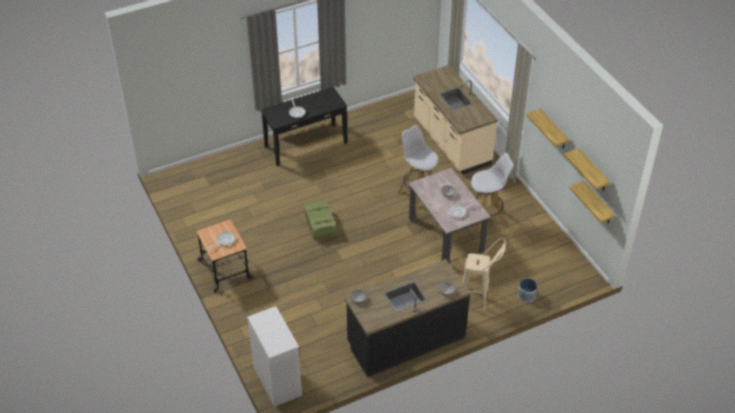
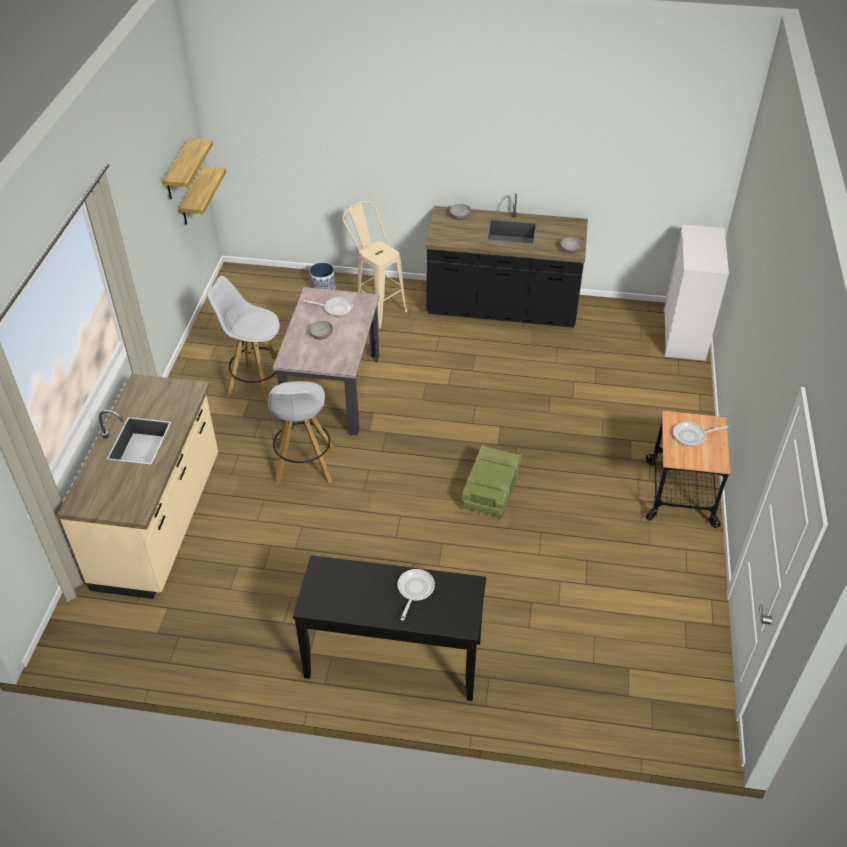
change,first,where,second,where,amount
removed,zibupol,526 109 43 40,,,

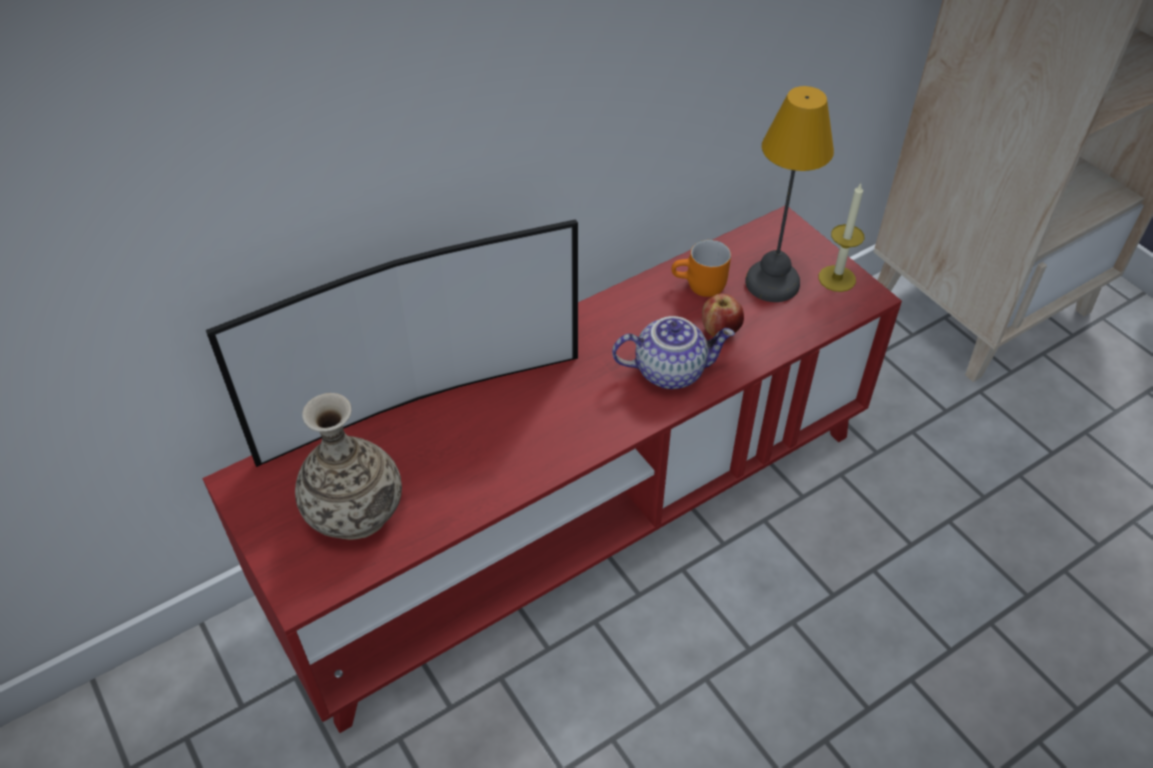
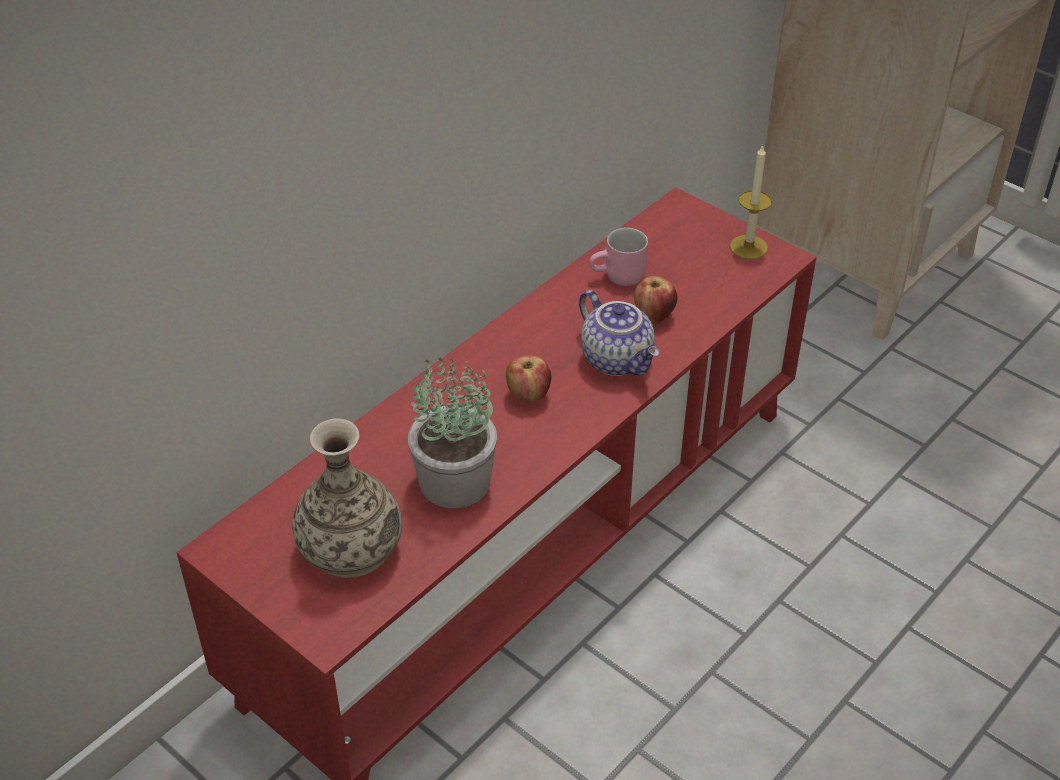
change,first,where,second,where,amount
removed,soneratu,206 219 372 248,,,
removed,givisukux,745 86 89 216,,,
added,,,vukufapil,408 358 89 150,
added,,,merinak,506 355 45 49,
recoloured,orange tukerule,672 240 59 57,pink tukerule,589 228 59 58,
turned,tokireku,612 316 123 73,,579 290 81 86,75 degrees clockwise

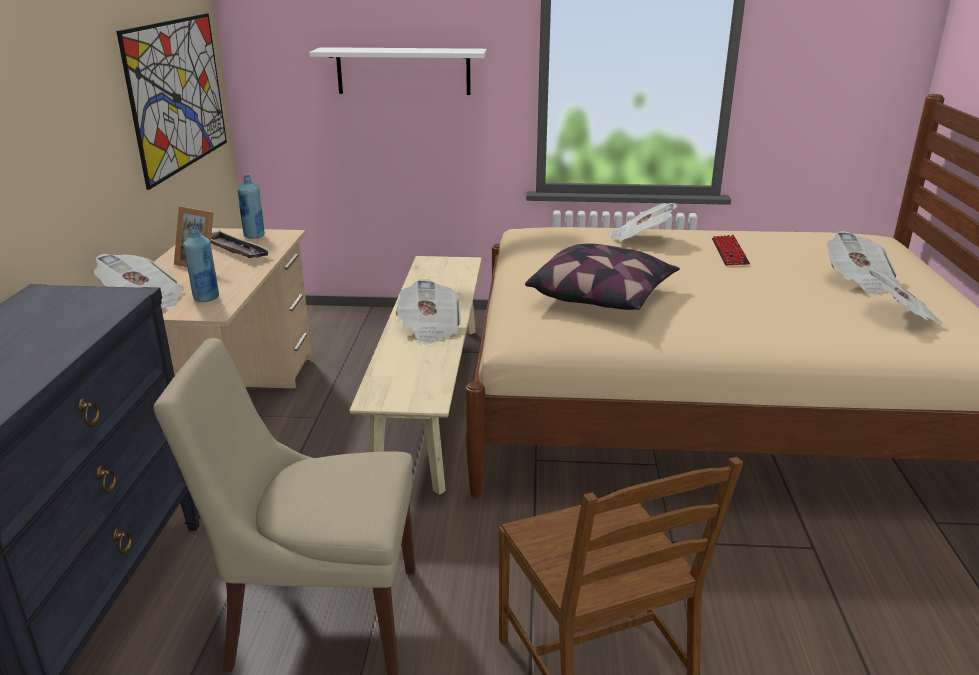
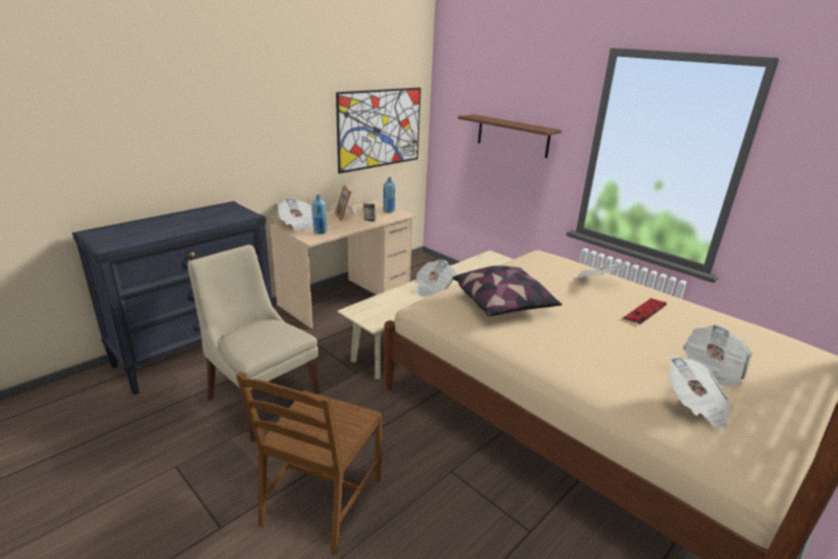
change,first,where,second,where,amount
recoloured,white zibupol,309 47 178 48,brown zibupol,458 114 104 44,

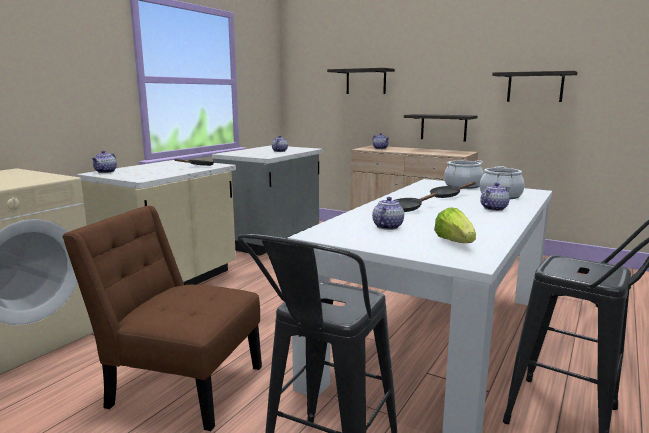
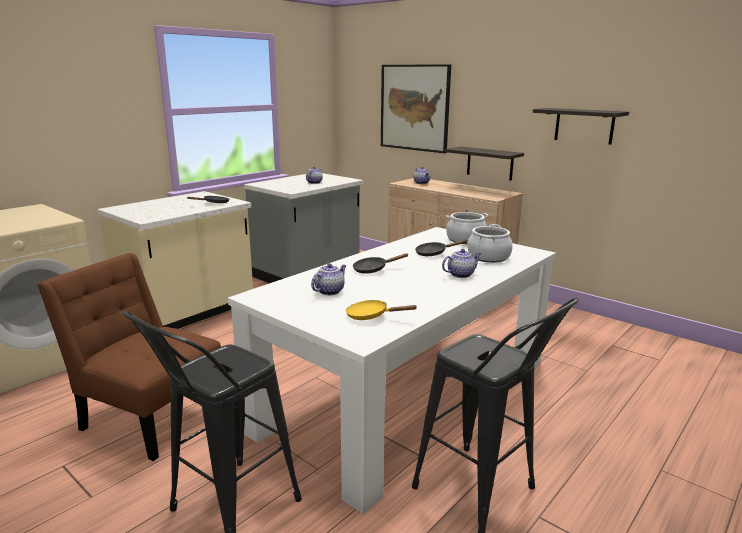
change,first,where,second,where,amount
removed,tokireku,92 151 25 22,,,
replaced,zibupol,327 68 68 26,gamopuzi,381 64 70 89,
replaced,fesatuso,434 207 42 36,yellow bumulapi,346 300 72 20,

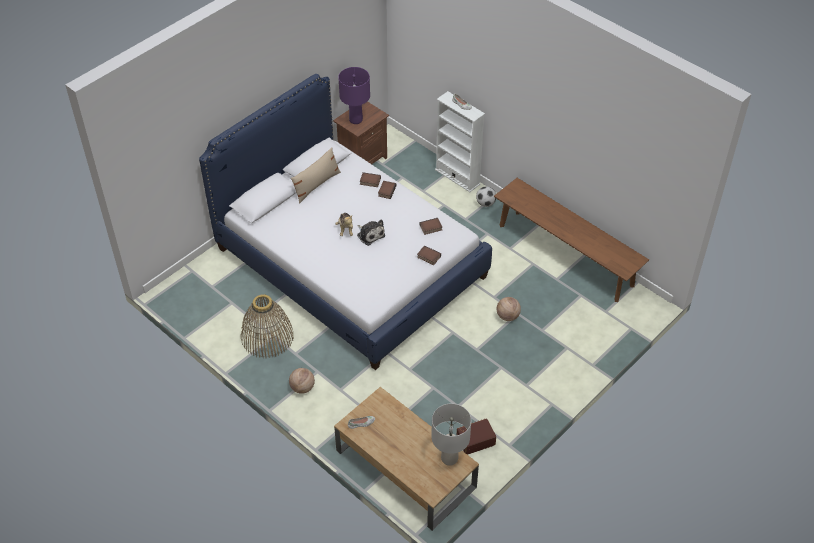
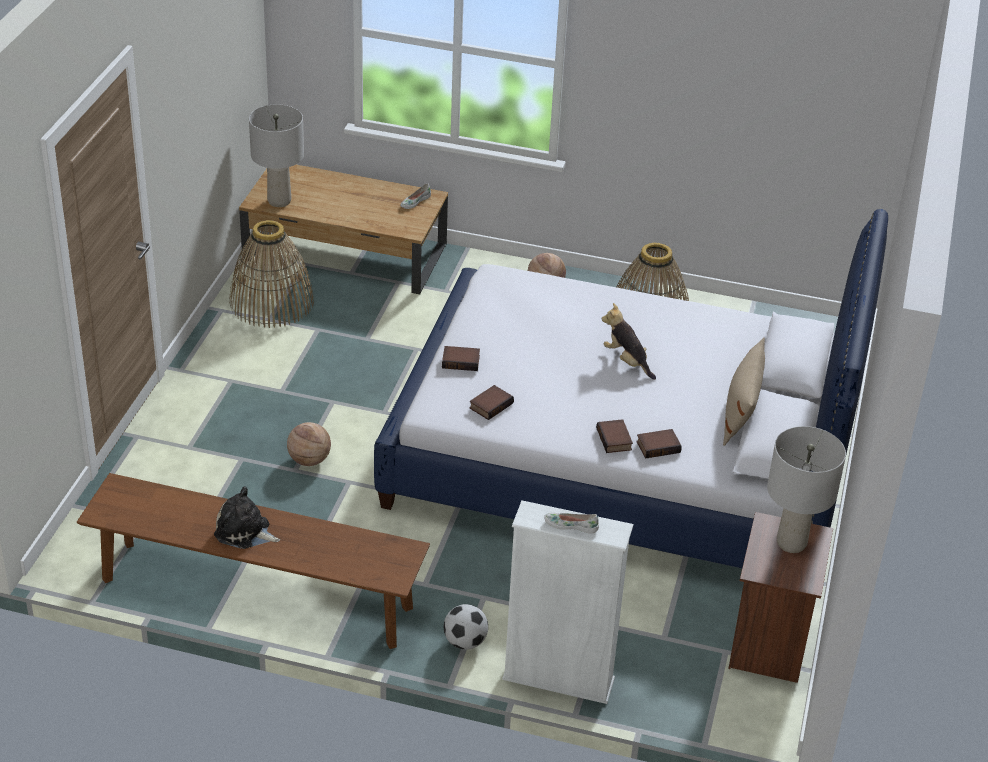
change,first,where,second,where,amount
moved,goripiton,357 220 28 26,,214 486 66 63,
replaced,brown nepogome,456 418 40 37,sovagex,229 220 85 108,
recoloured,purple givisukux,338 67 32 57,grey givisukux,767 426 79 127,

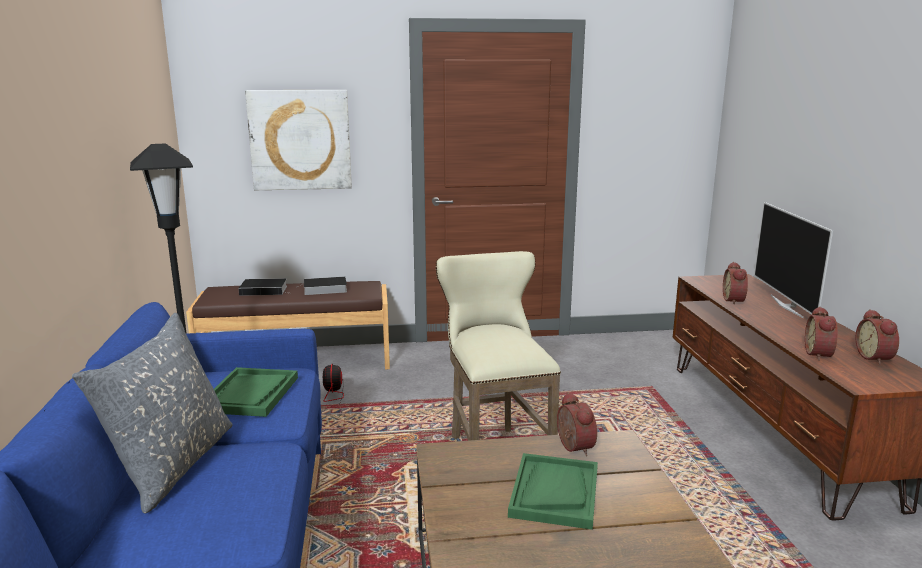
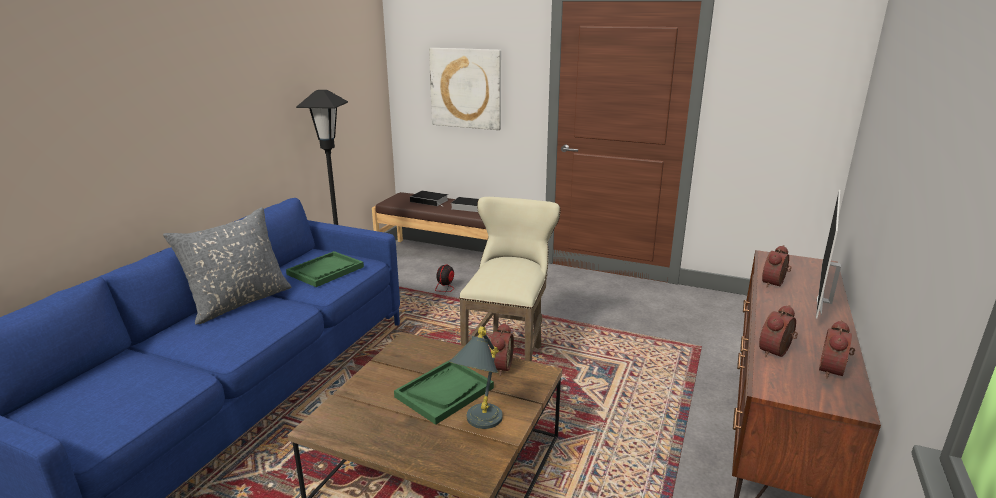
change,first,where,second,where,amount
added,,,grey givisukux,448 326 55 103,

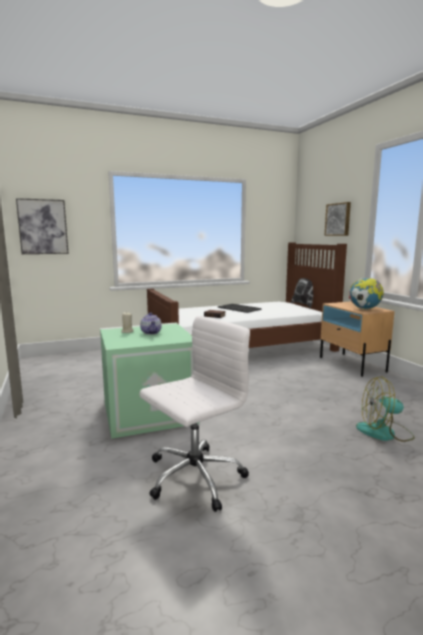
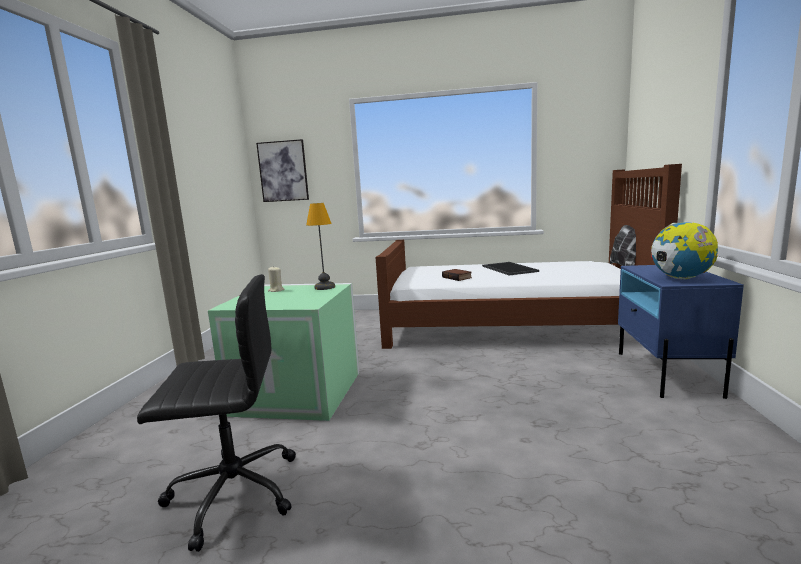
change,first,where,second,where,amount
removed,tokireku,140 313 22 22,,,
removed,gamopuzi,325 202 26 34,,,
removed,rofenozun,356 376 59 66,,,
added,,,givisukux,306 203 29 87,
recoloured,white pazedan,140 316 110 196,black pazedan,137 274 159 278,
recoloured,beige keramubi,320 301 75 76,blue keramubi,618 265 126 134,

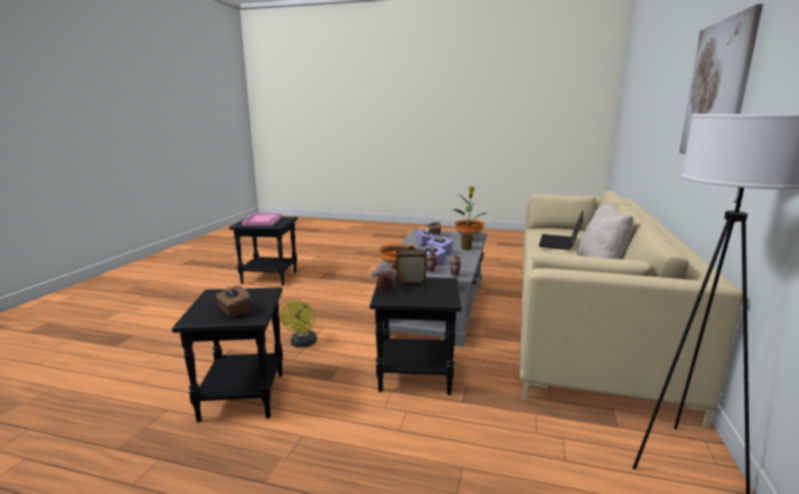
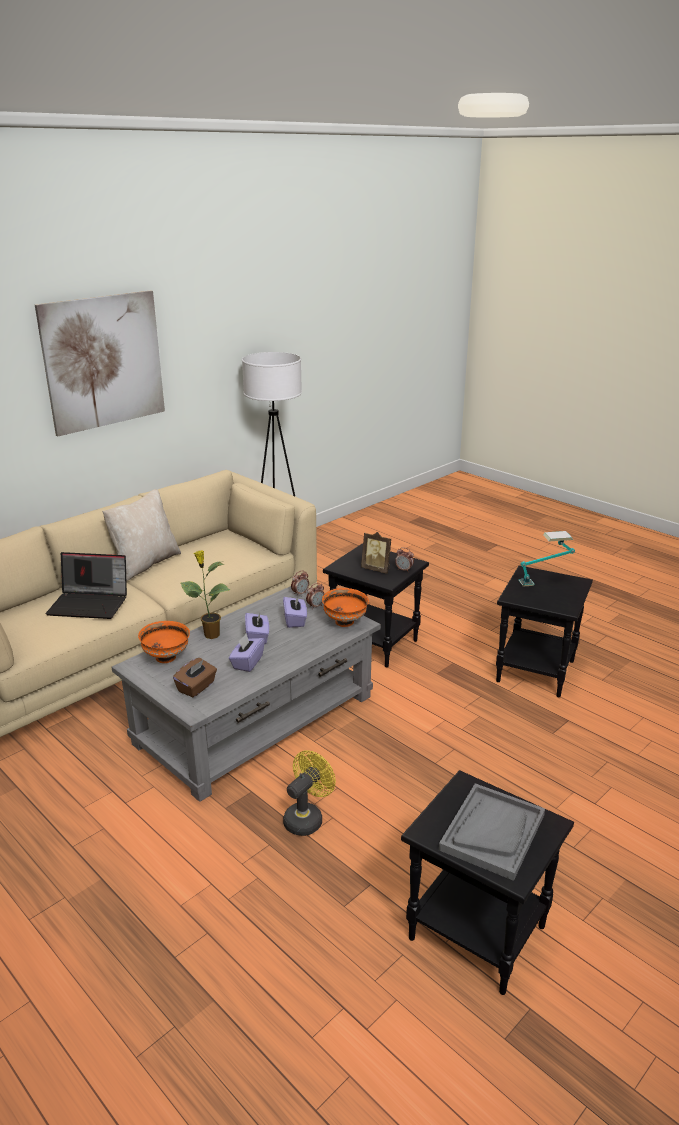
change,first,where,second,where,amount
moved,yellow rofenozun,280 300 37 47,,283 750 53 86,
replaced,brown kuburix,216 284 35 34,givisukux,519 531 56 56,
recoloured,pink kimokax,242 213 40 13,grey kimokax,439 783 106 98,
turned,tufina,539 211 44 39,,45 552 82 67,45 degrees clockwise

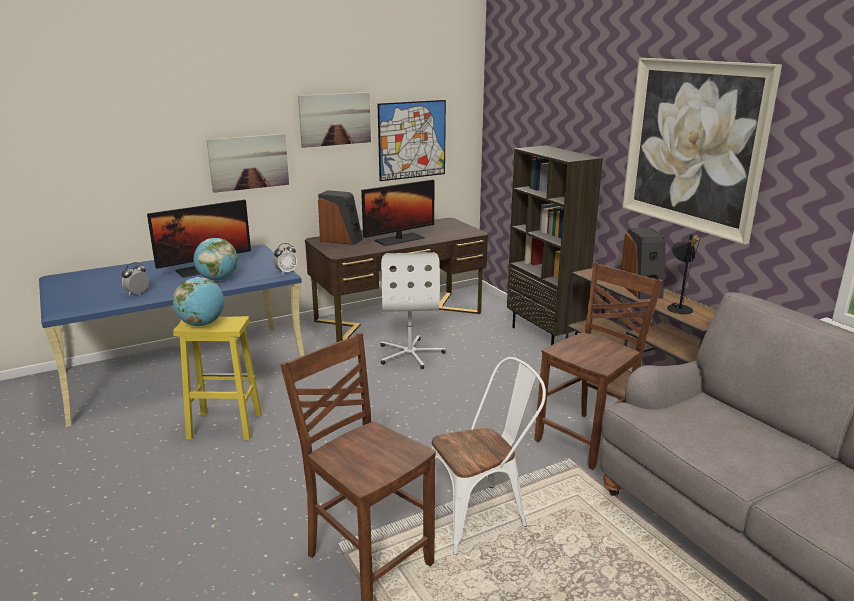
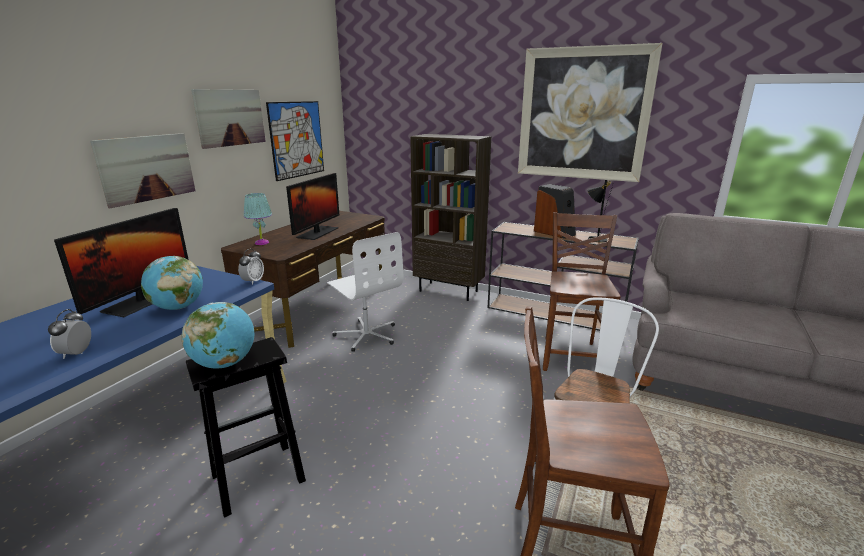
change,first,where,second,where,amount
replaced,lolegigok,318 190 45 55,turquoise givisukux,244 193 28 52,
recoloured,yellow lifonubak,173 316 89 124,black lifonubak,186 337 120 181,

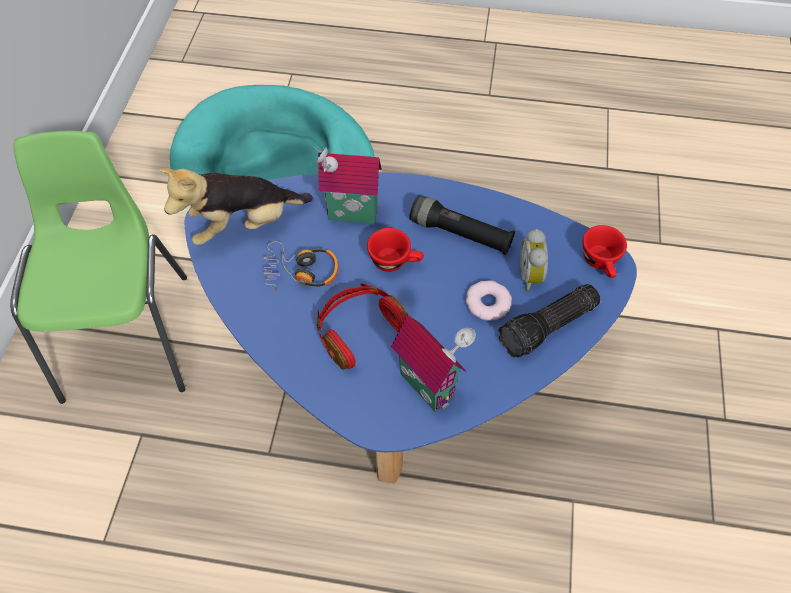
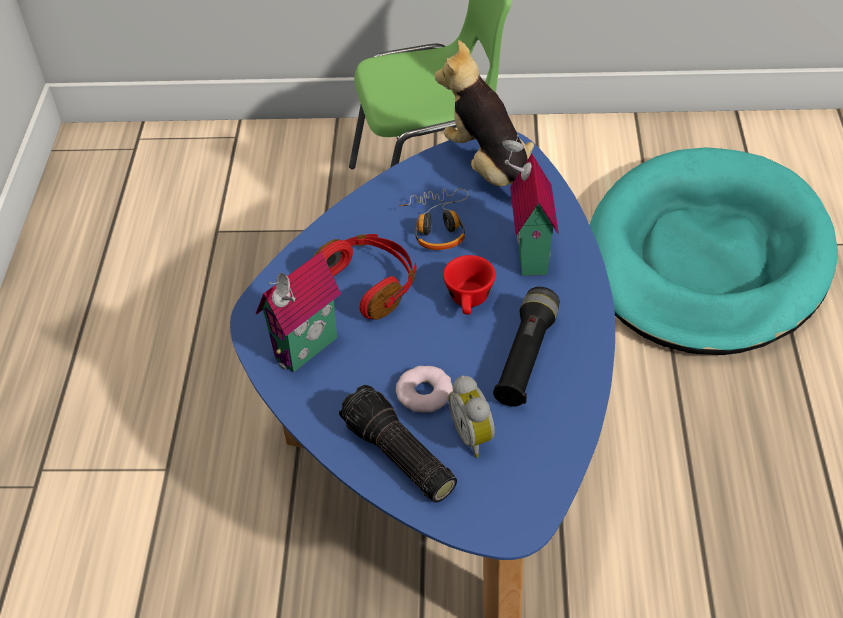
change,first,where,second,where,amount
removed,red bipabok,583 225 44 53,,,
turned,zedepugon,520 229 28 62,,448 376 47 81,105 degrees counterclockwise

